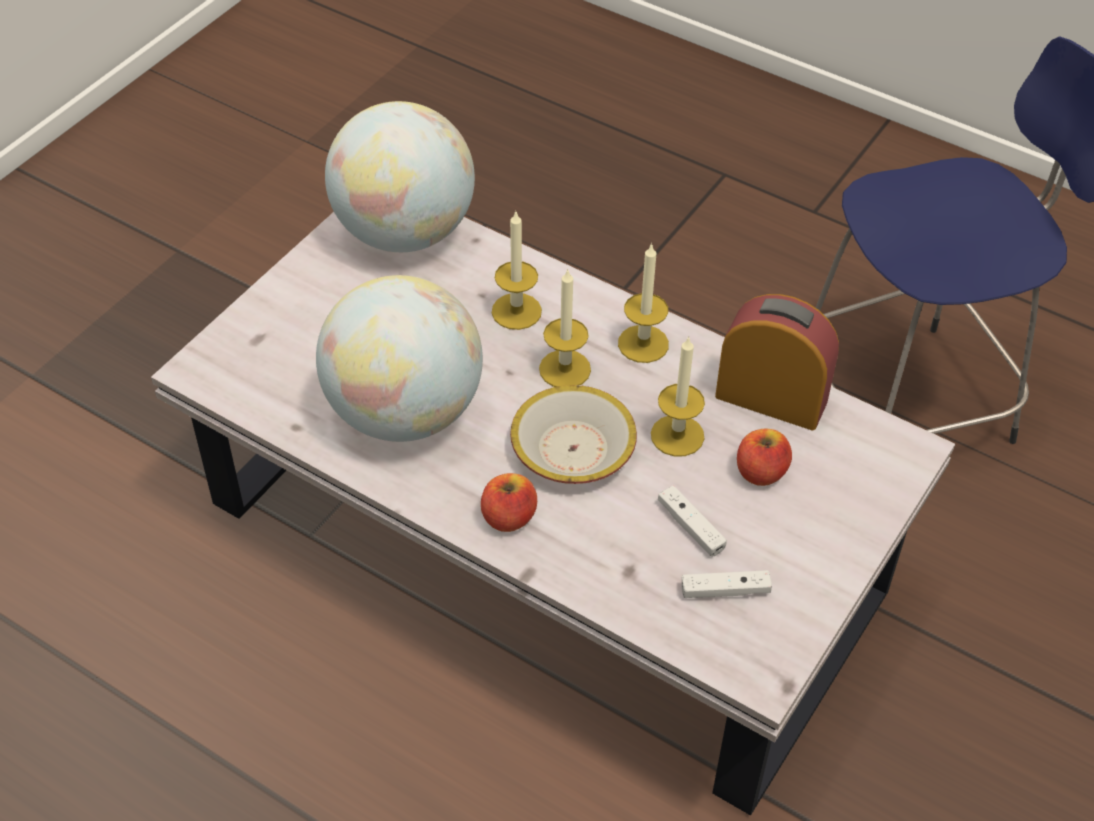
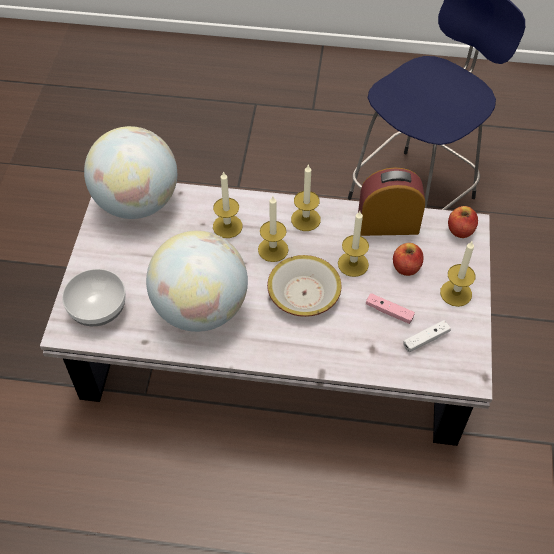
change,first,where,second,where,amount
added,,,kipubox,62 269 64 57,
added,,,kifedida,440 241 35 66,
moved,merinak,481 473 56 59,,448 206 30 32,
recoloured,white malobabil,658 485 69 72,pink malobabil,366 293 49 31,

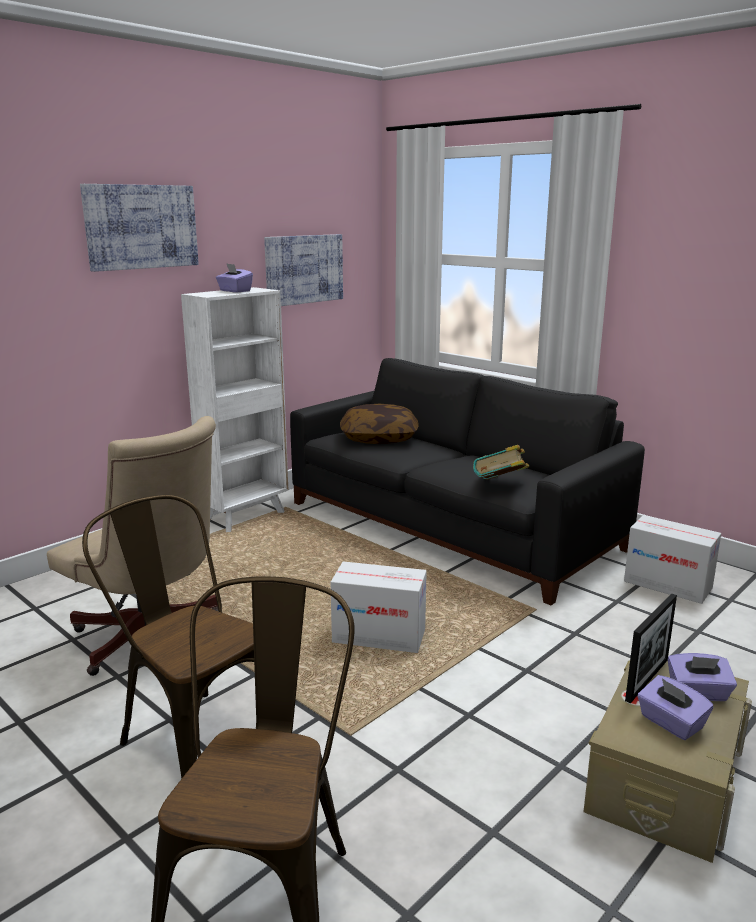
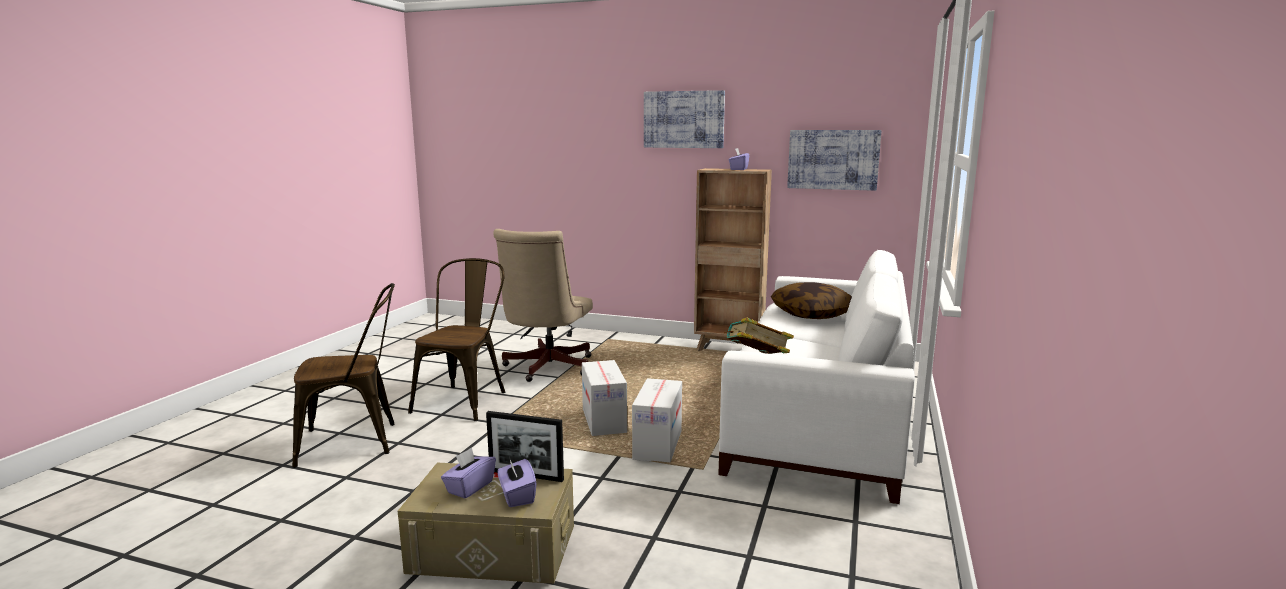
change,first,where,second,where,amount
moved,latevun,624 515 97 89,,632 378 50 84,
recoloured,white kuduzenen,181 287 108 245,brown kuduzenen,694 168 78 183,
recoloured,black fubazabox,290 358 355 247,white fubazabox,719 250 196 254,

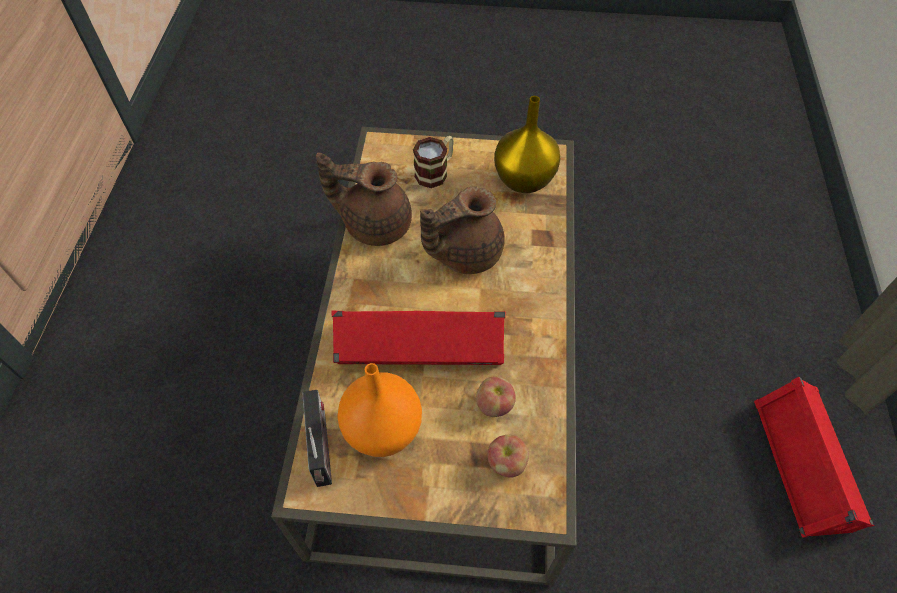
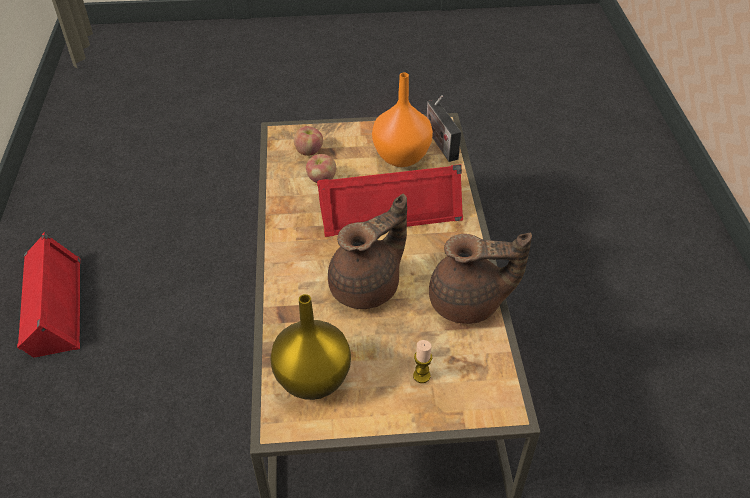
change,first,where,second,where,amount
replaced,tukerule,413 136 41 52,kifedida,413 340 19 43,

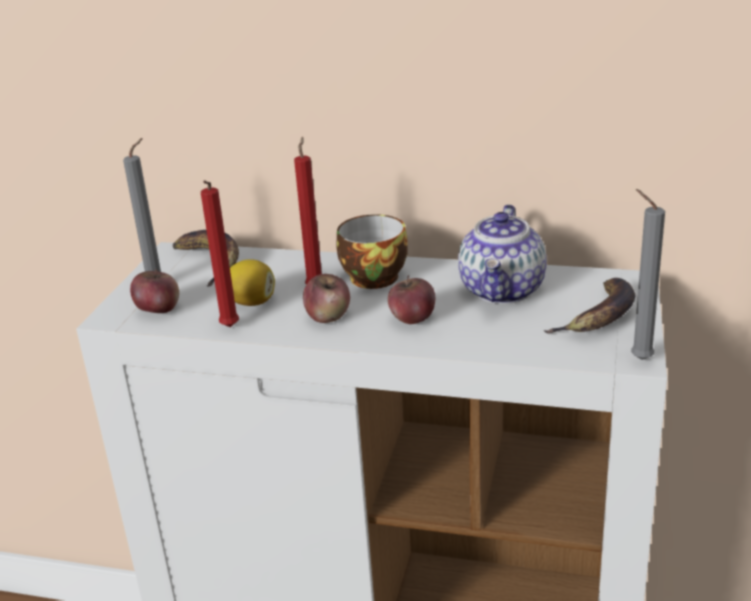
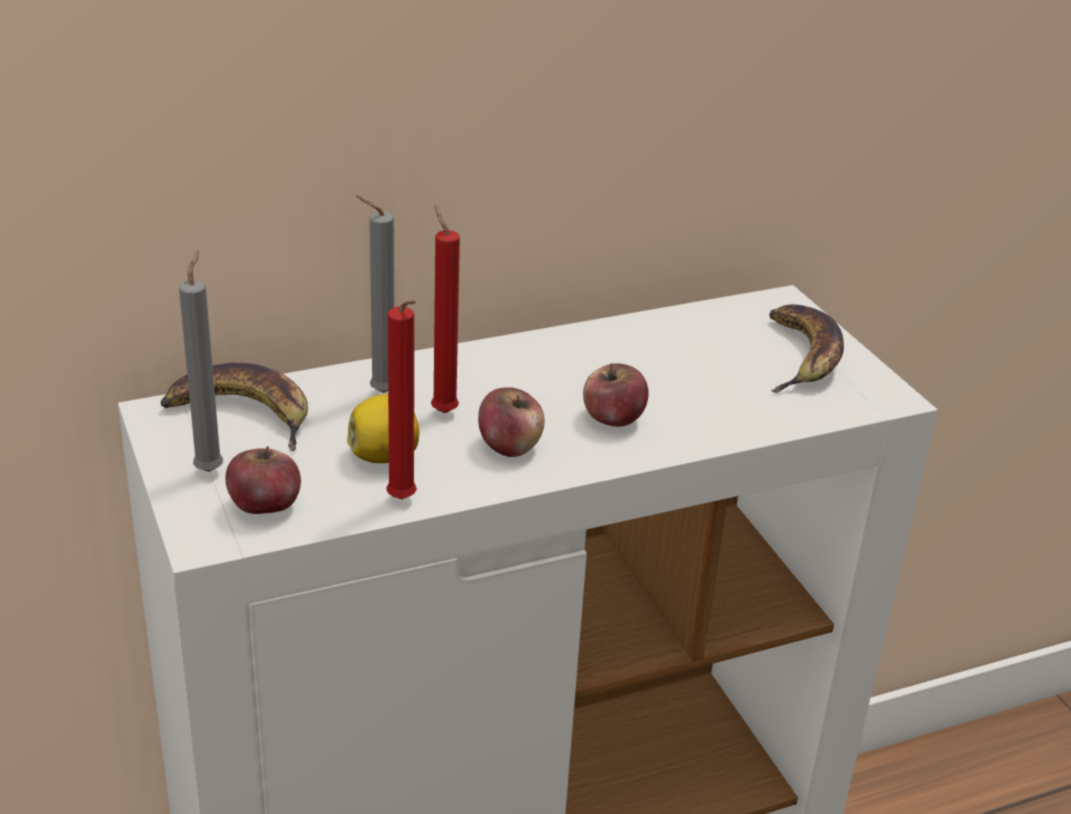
change,first,where,second,where,amount
removed,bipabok,336 214 72 75,,,
removed,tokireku,458 204 89 100,,,
moved,grey kifedida,631 189 34 171,,356 195 38 198,

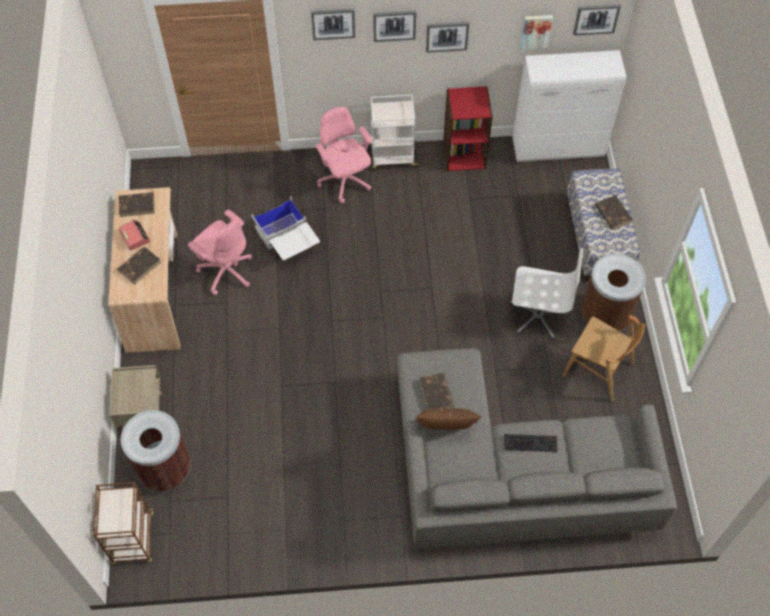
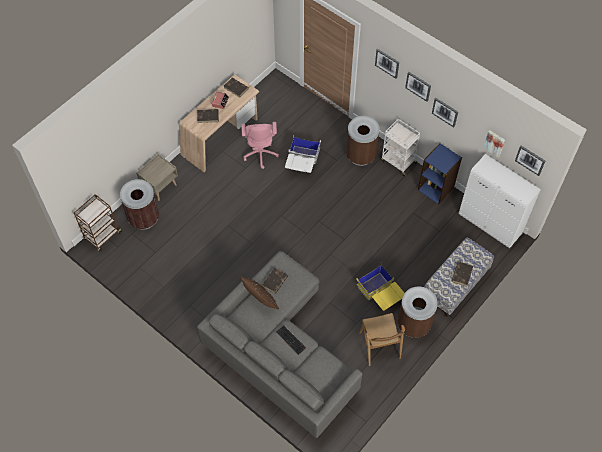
change,first,where,second,where,amount
replaced,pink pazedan,315 107 58 97,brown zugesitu,346 116 34 50,
replaced,white pazedan,510 248 73 91,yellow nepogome,356 263 48 48,
recoloured,red kuduzenen,443 86 50 85,blue kuduzenen,418 143 44 61,

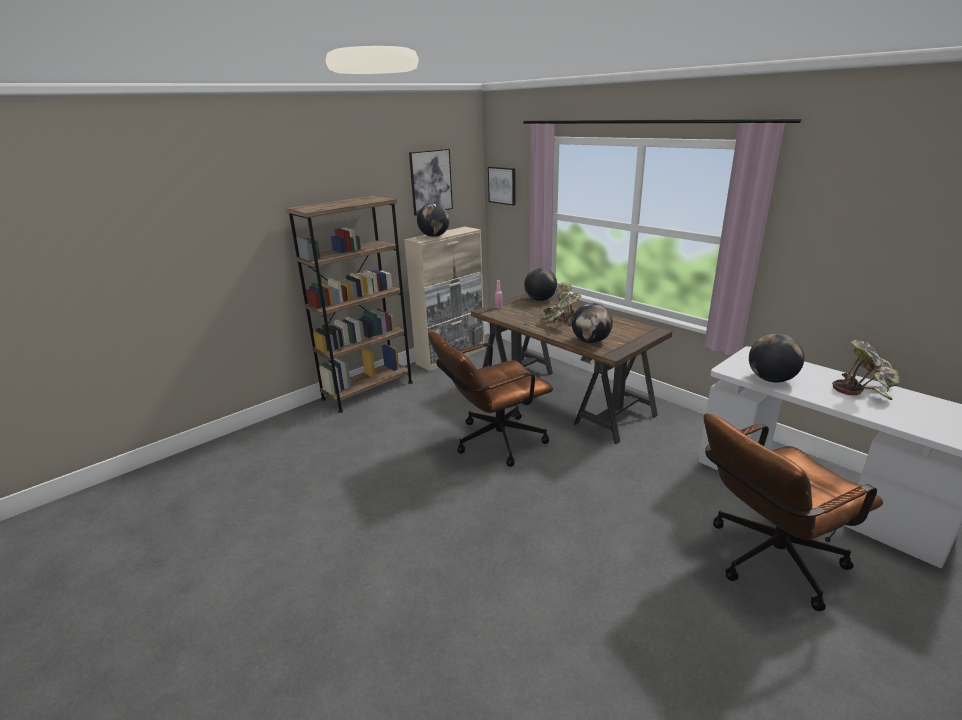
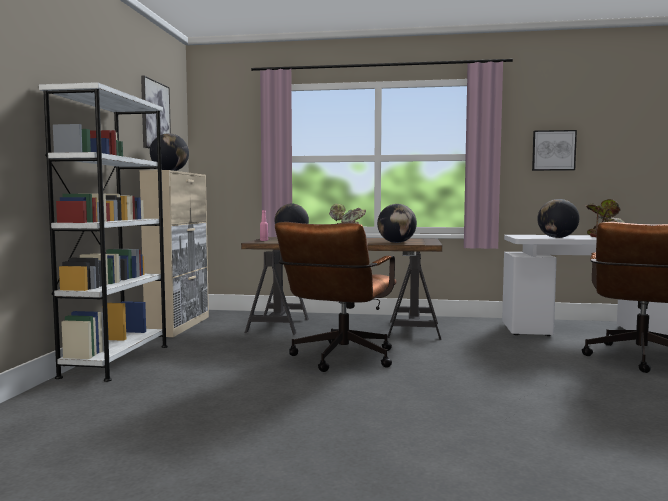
change,first,where,second,where,amount
moved,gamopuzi,488 167 28 38,,532 130 45 41,
recoloured,brown kuduzenen,285 196 128 217,white kuduzenen,39 82 129 300,

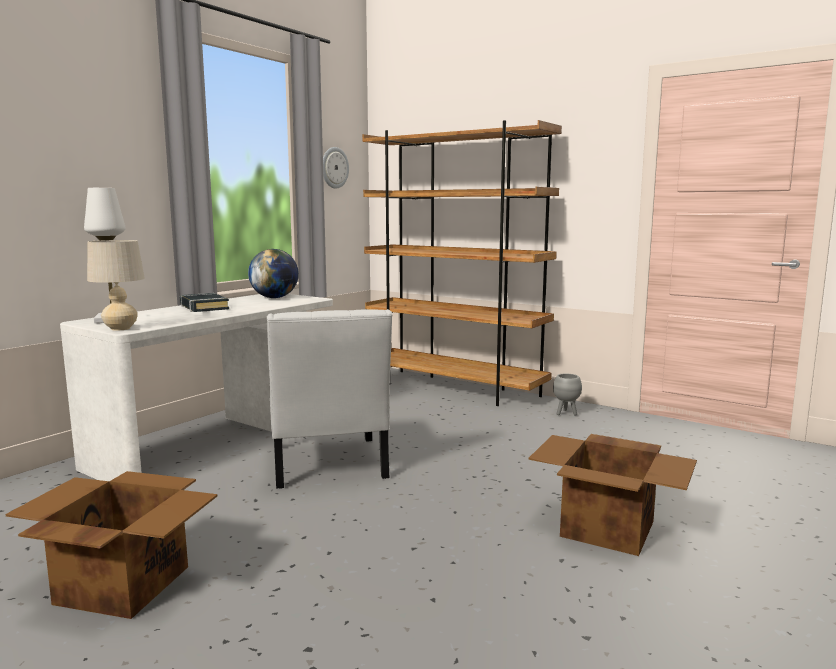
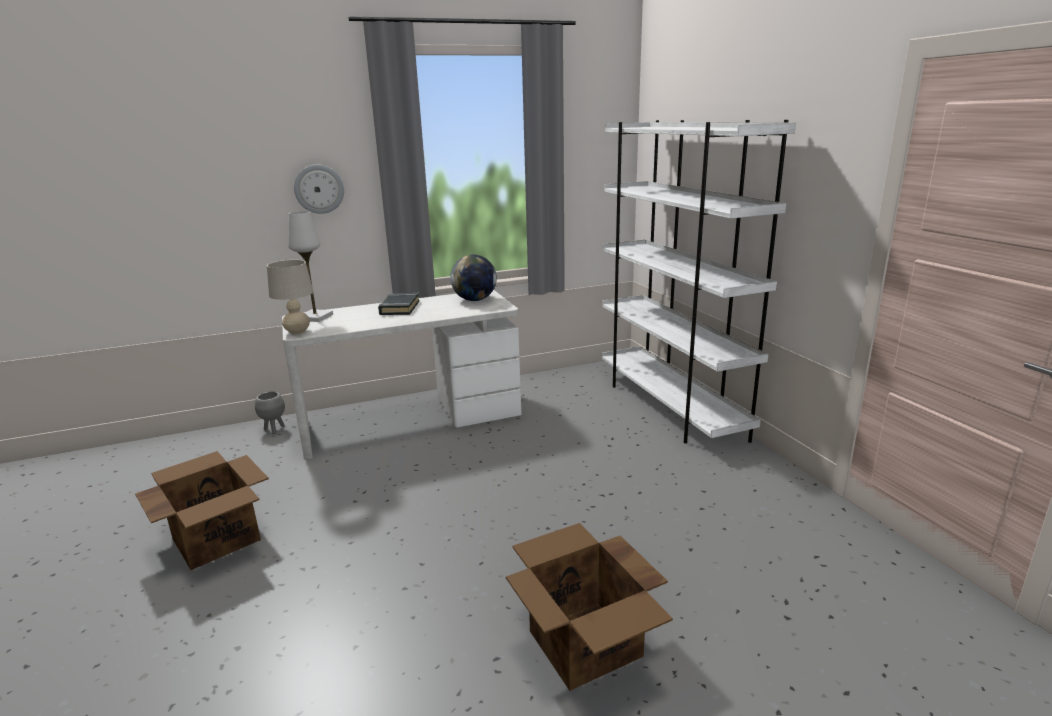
change,first,where,second,where,amount
removed,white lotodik,267 309 126 180,,,
moved,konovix,323 147 26 42,,294 165 50 49,
moved,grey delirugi,553 373 29 43,,255 391 30 44,
recoloured,brown kuduzenen,362 120 200 286,white kuduzenen,602 120 194 323,

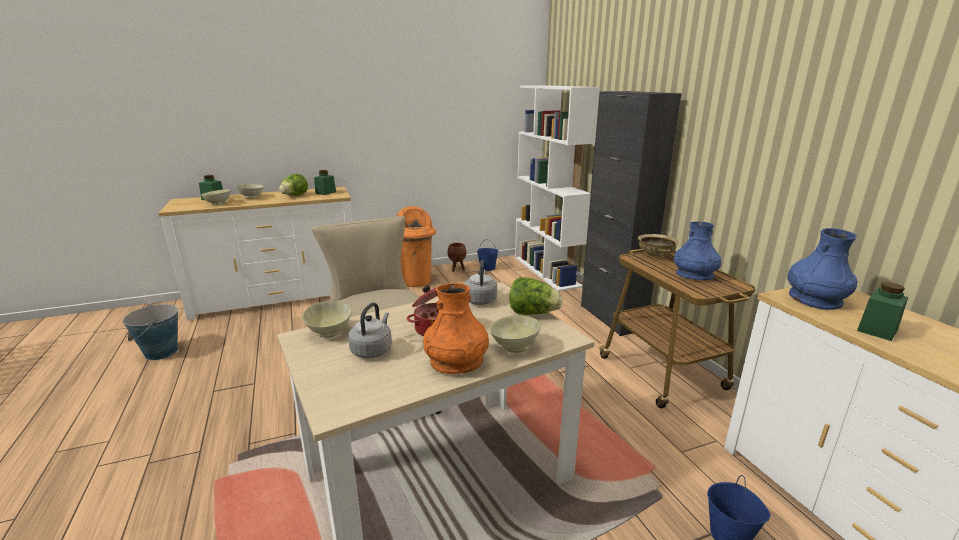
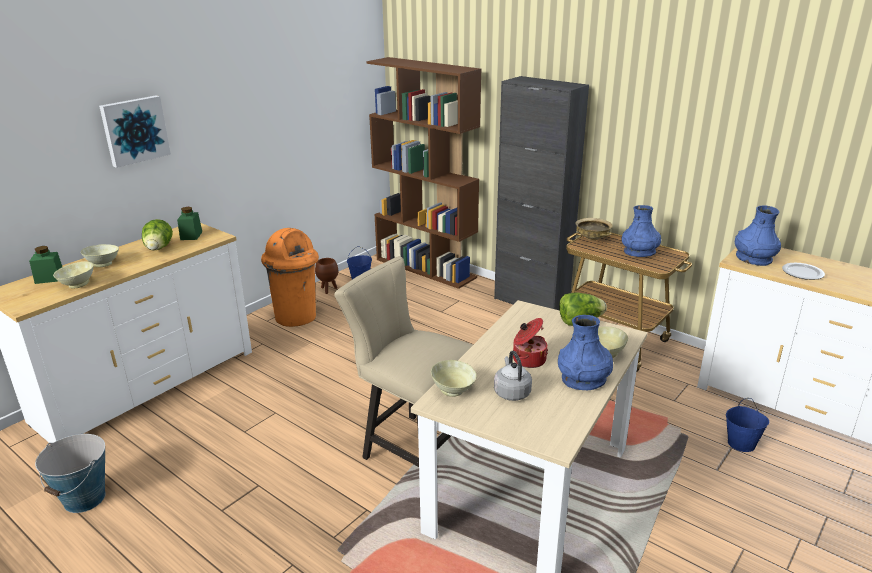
change,first,where,second,where,amount
removed,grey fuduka,464 260 33 45,,,
added,,,gamopuzi,99 95 72 73,
replaced,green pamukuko,857 282 51 59,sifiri,782 263 43 17,
recoloured,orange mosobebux,423 283 66 91,blue mosobebux,558 315 55 76,
recoloured,white kuduzenen,515 85 85 207,brown kuduzenen,366 57 115 232,

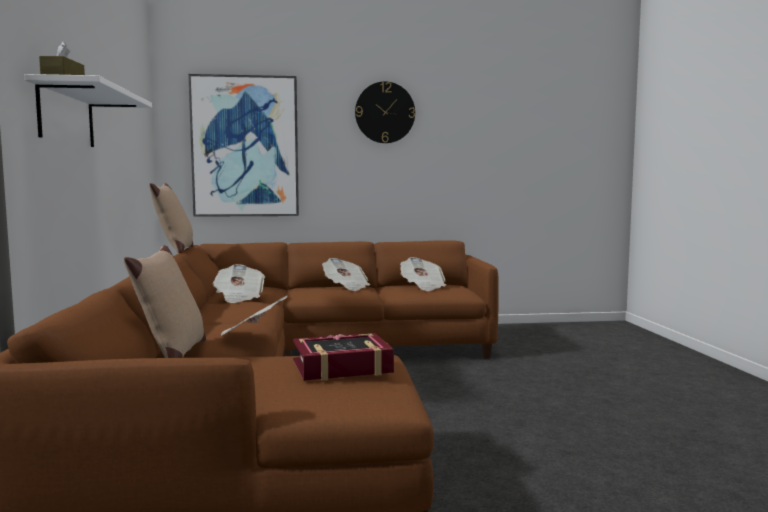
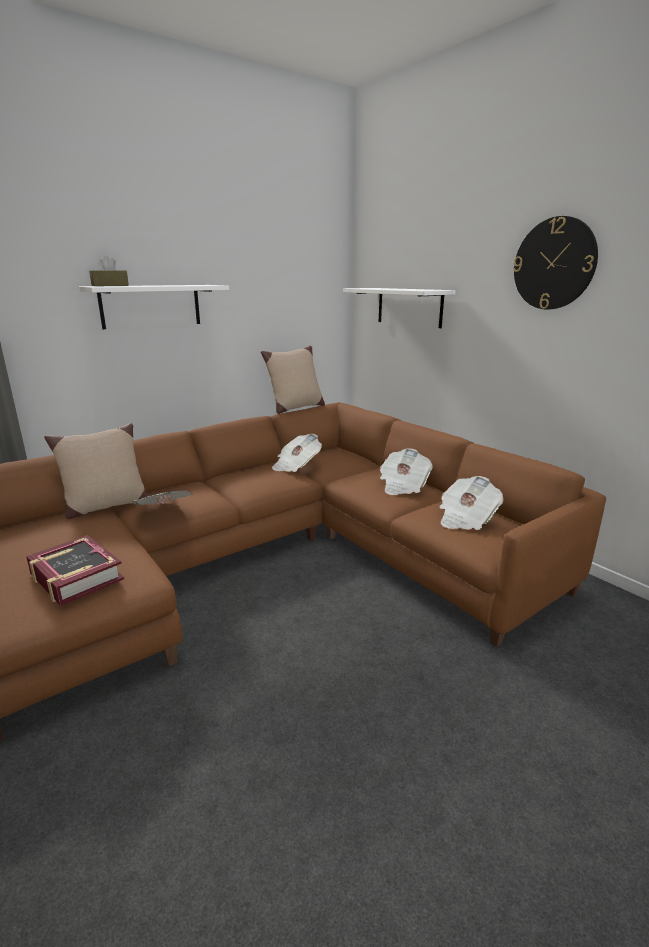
change,first,where,second,where,amount
replaced,gamopuzi,188 74 111 143,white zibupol,343 288 113 40,

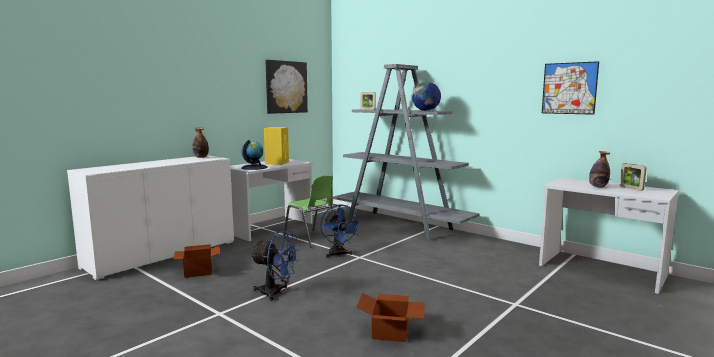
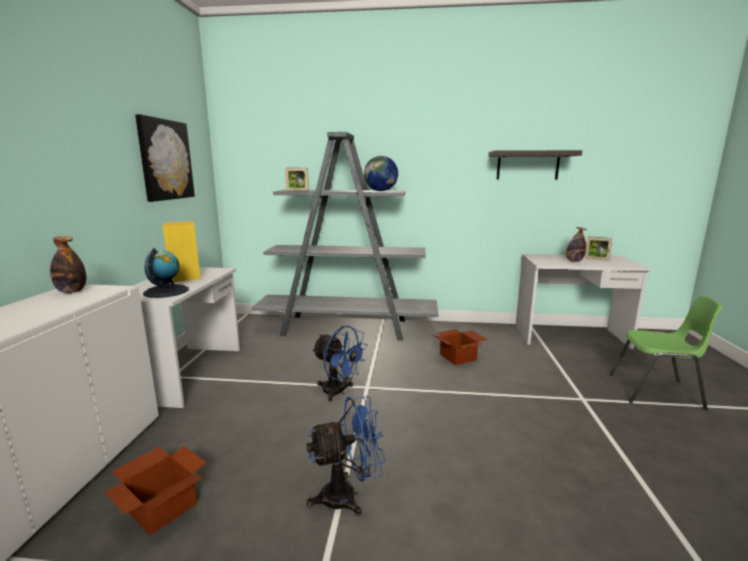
change,first,where,second,where,amount
moved,green lotodik,284 175 49 73,,610 296 113 114,
moved,latevun,356 293 69 49,,431 329 57 36,
replaced,gamopuzi,542 61 57 54,zibupol,488 150 94 29,

